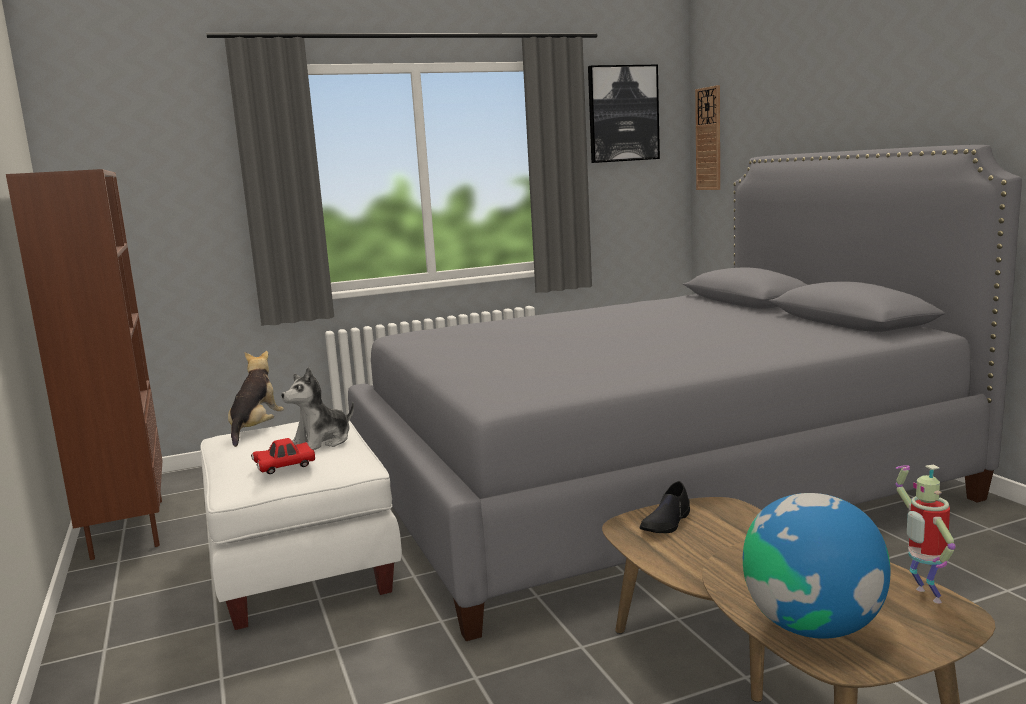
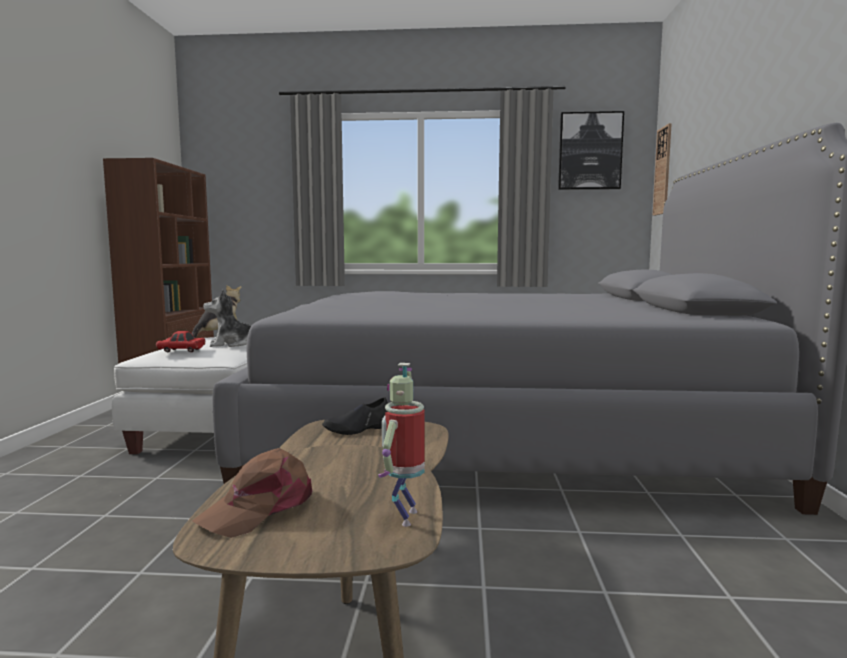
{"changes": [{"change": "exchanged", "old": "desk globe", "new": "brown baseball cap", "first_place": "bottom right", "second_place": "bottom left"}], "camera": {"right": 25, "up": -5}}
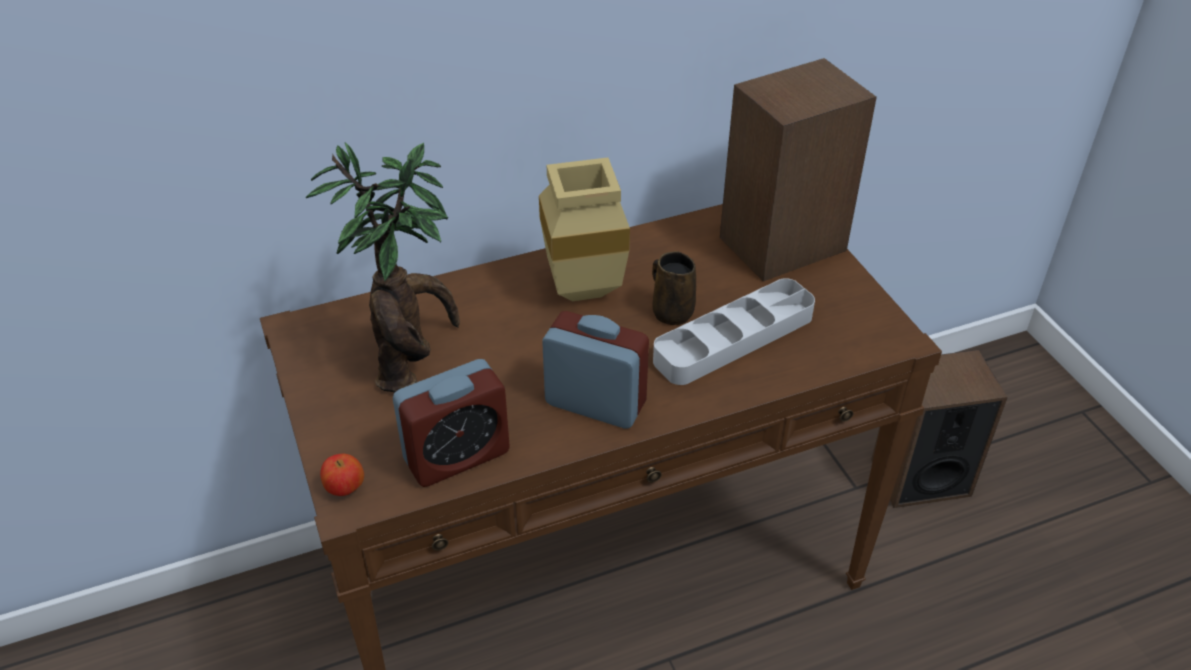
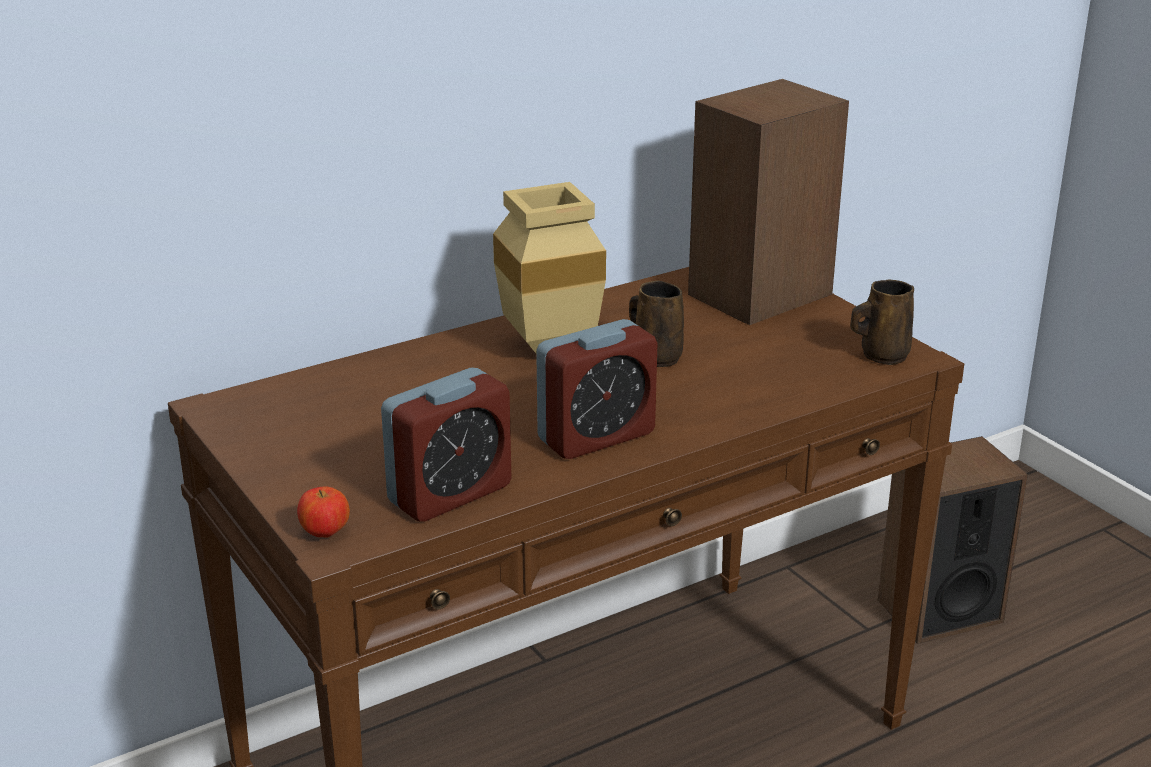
{"changes": [{"change": "missing", "old": "plant in a pot", "first_place": "middle left"}, {"change": "missing", "old": "grey serving tray", "first_place": "centre"}, {"change": "appeared", "new": "brown coffee mug (no. 2 from left)", "second_place": "middle right"}, {"change": "spun", "old": "bedside clock (no. 2 from left)", "first_place": "centre", "second_place": "centre", "degrees": 135}], "camera": {"right": -10, "up": -15}}
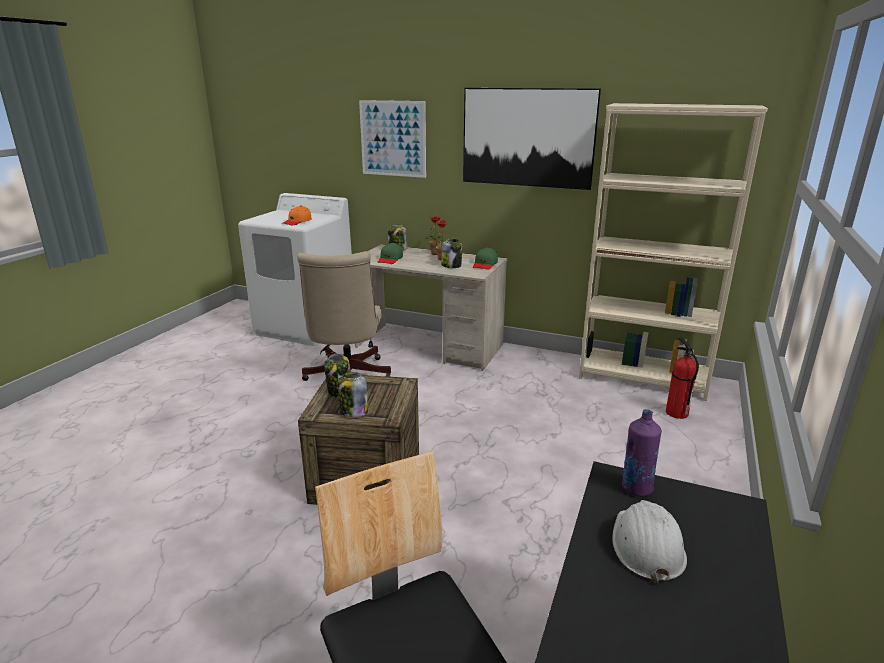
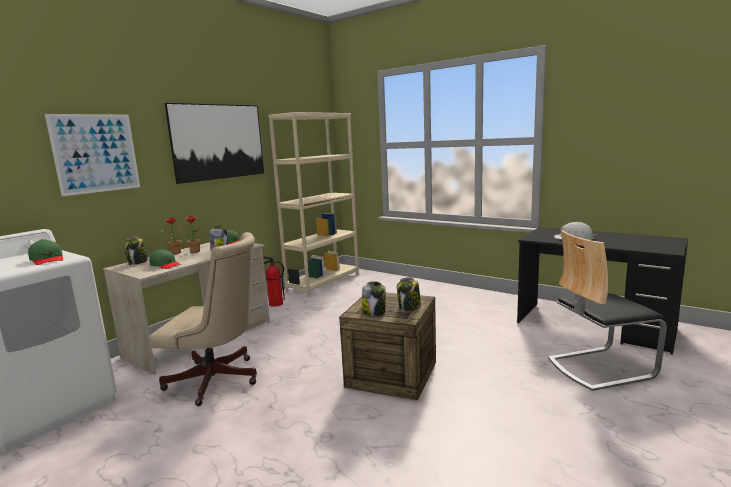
{"changes": [{"change": "missing", "old": "purple drink bottle", "first_place": "bottom right"}, {"change": "relocated", "old": "fire extinguisher", "first_place": "middle right", "second_place": "centre"}, {"change": "colour", "old": "orangey baseball cap", "new": "greenish baseball cap (no. 1 from left)", "first_place": "top centre", "second_place": "middle left"}], "camera": {"right": -75, "up": -10}}
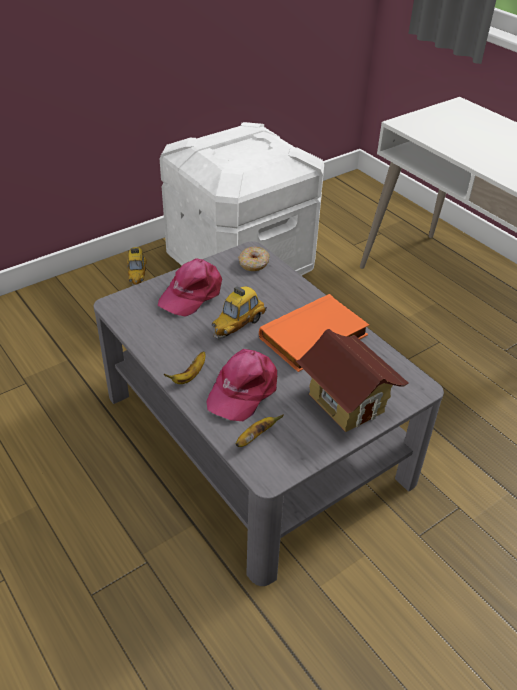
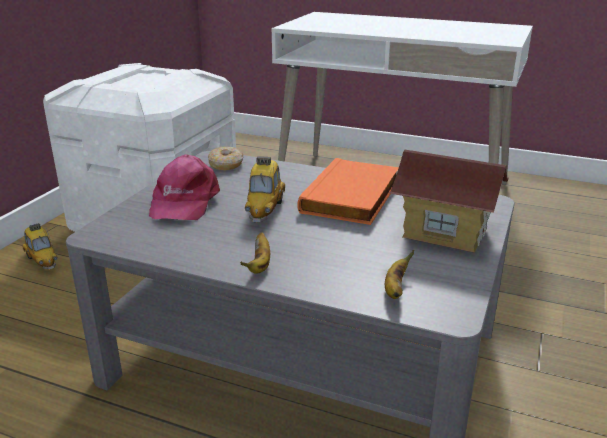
{"changes": [{"change": "missing", "old": "pink-coloured baseball cap (no. 2 from left)", "first_place": "centre"}], "camera": {"right": -30, "up": -15}}
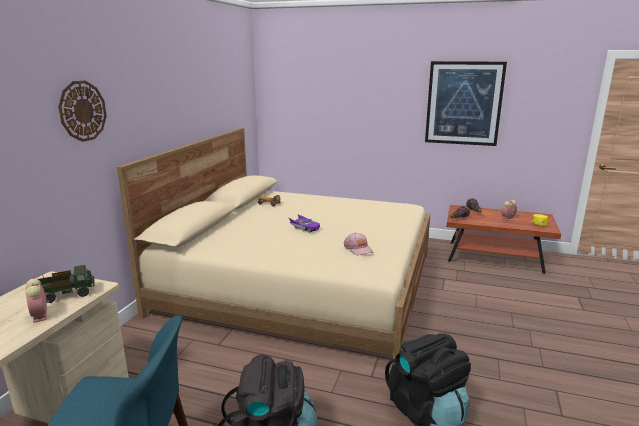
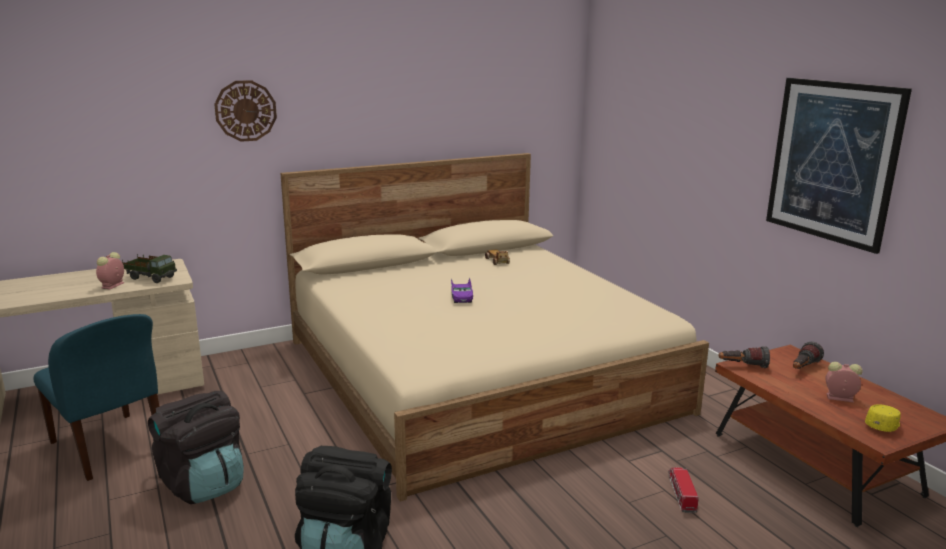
{"changes": [{"change": "missing", "old": "pink-coloured baseball cap", "first_place": "centre"}, {"change": "appeared", "new": "toy lorry (no. 2 from left)", "second_place": "bottom right"}], "camera": {"right": 45, "up": 0}}
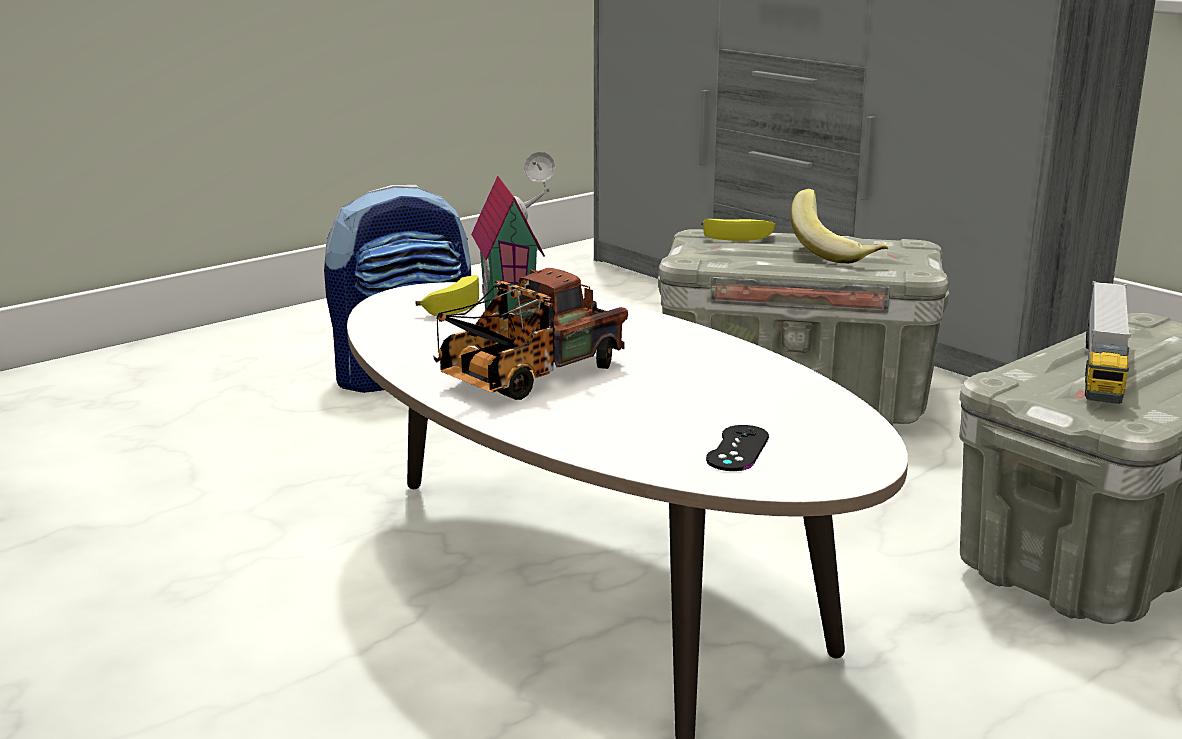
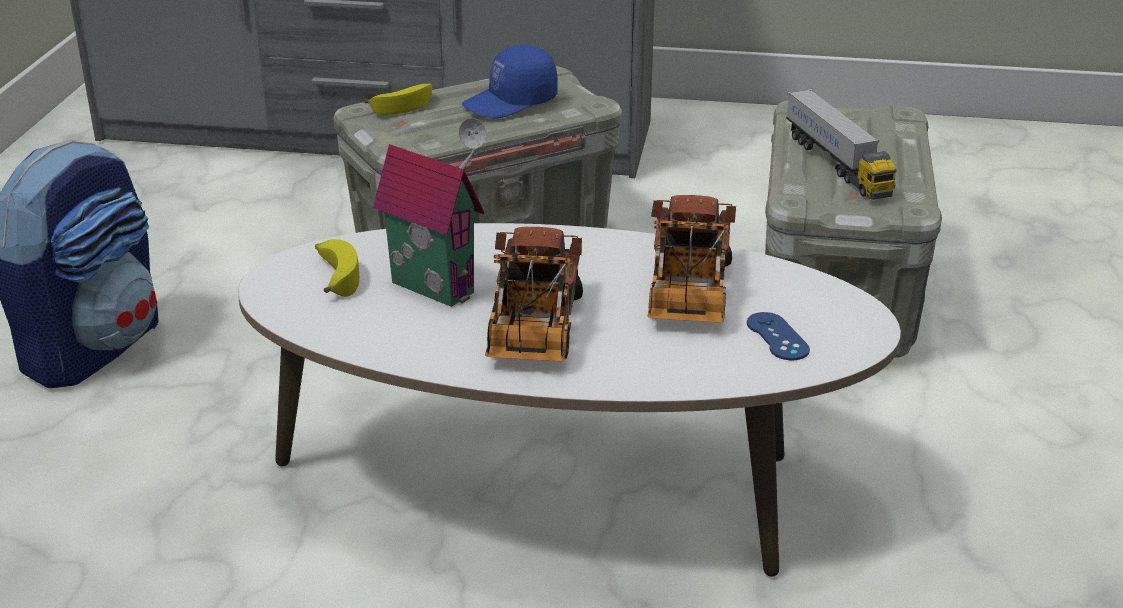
{"changes": [{"change": "appeared", "new": "toy lorry (no. 2 from left)", "second_place": "centre"}, {"change": "exchanged", "old": "banana fruit (no. 3 from left)", "new": "bluish baseball cap", "first_place": "top right", "second_place": "top centre"}, {"change": "colour", "old": "black-coloured gamepad", "new": "bluish gamepad", "first_place": "centre", "second_place": "middle right"}], "camera": {"right": -40, "up": 10}}
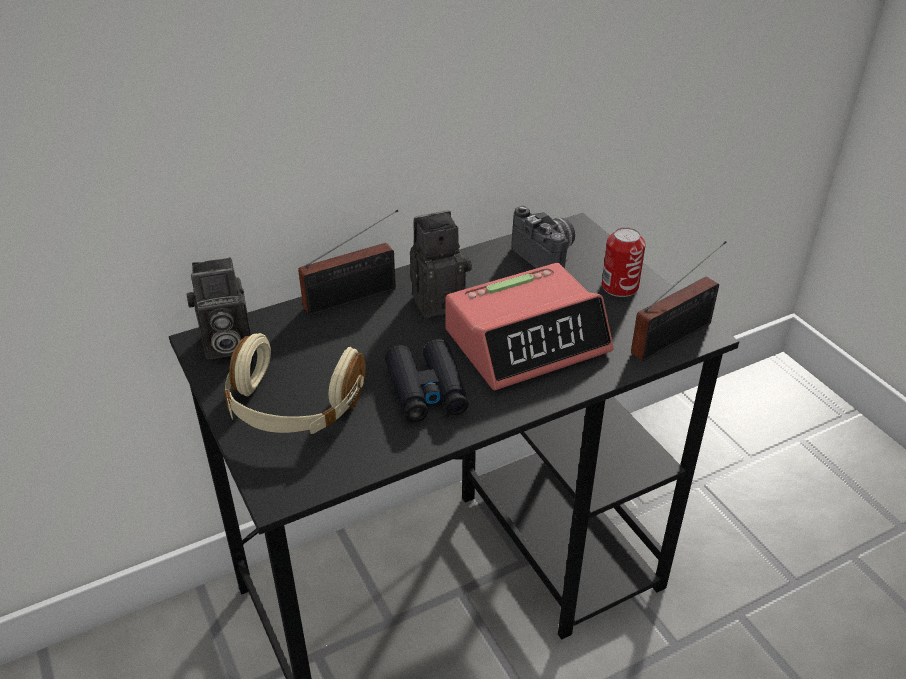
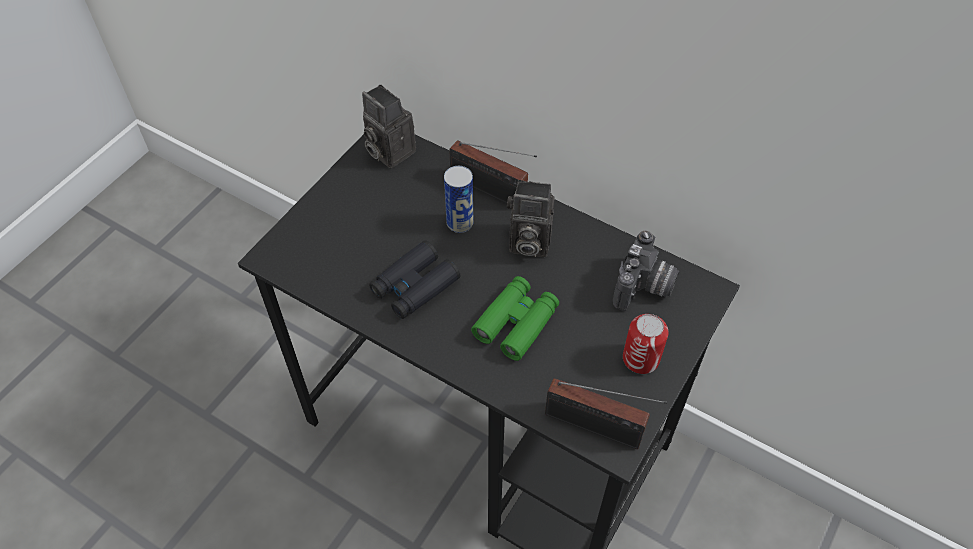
{"changes": [{"change": "missing", "old": "sand-coloured pair of headphones", "first_place": "middle left"}, {"change": "appeared", "new": "metal can (no. 1 from left)", "second_place": "centre"}, {"change": "exchanged", "old": "bedside clock", "new": "greenish binoculars", "first_place": "centre", "second_place": "centre"}, {"change": "spun", "old": "still camera (no. 2 from left)", "first_place": "centre", "second_place": "centre", "degrees": 150}], "camera": {"right": 60, "up": 15}}
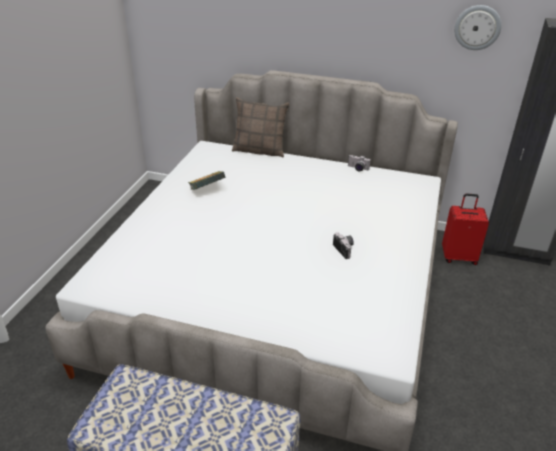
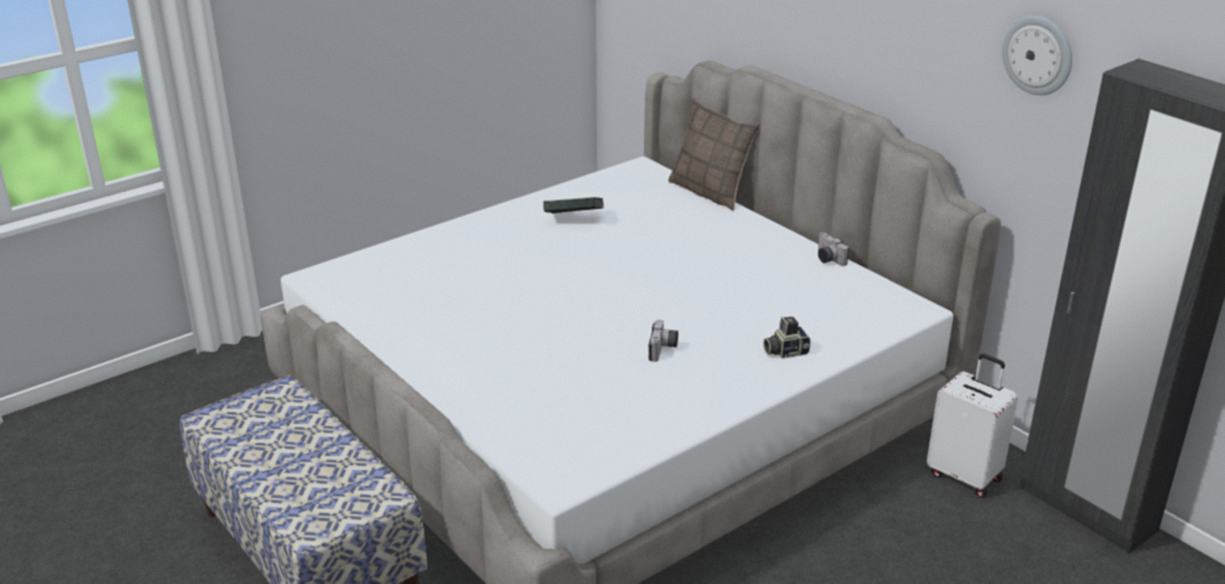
{"changes": [{"change": "appeared", "new": "still camera (no. 2 from left)", "second_place": "centre"}, {"change": "colour", "old": "reddish travel case", "new": "white travel case", "first_place": "middle right", "second_place": "bottom right"}], "camera": {"right": 35, "up": -5}}
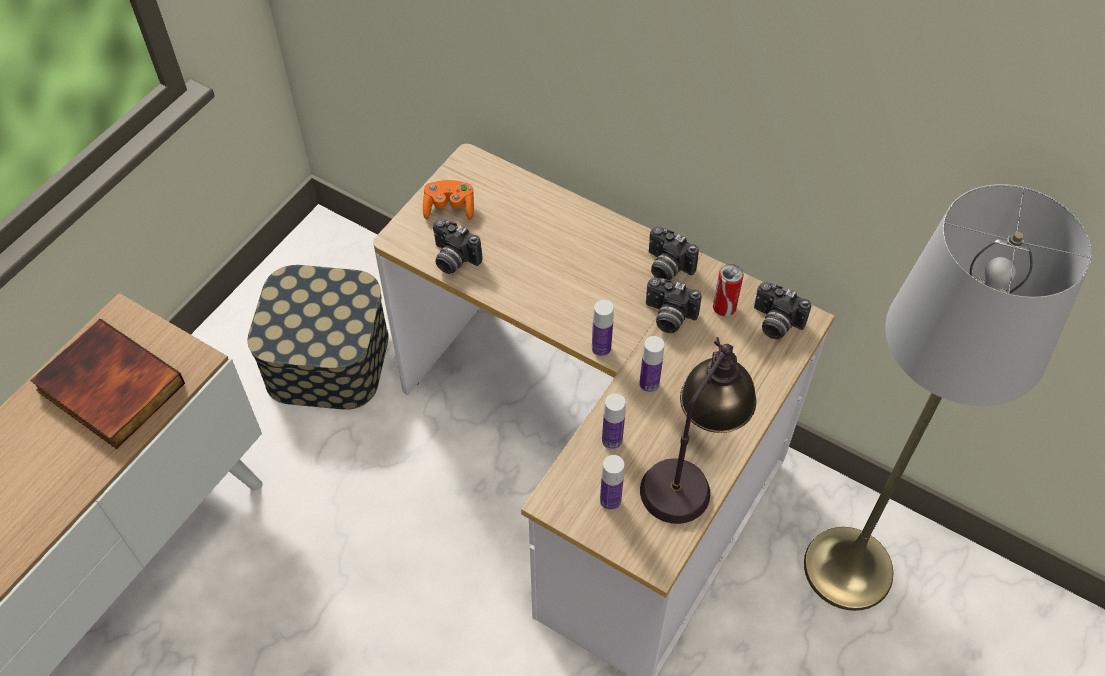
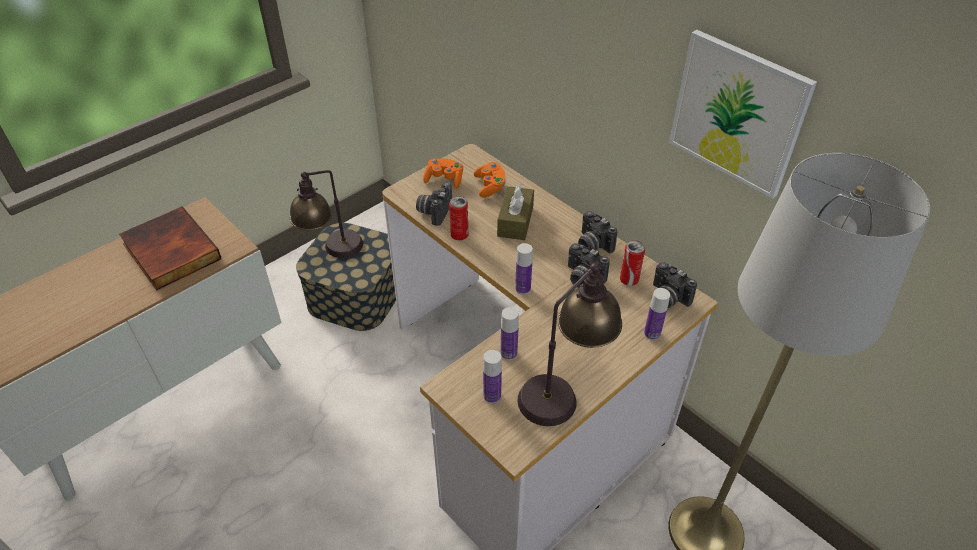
{"changes": [{"change": "appeared", "new": "lamp for a table (no. 1 from left)", "second_place": "centre"}, {"change": "appeared", "new": "metal can (no. 1 from left)", "second_place": "centre"}, {"change": "appeared", "new": "orangey gamepad (no. 2 from left)", "second_place": "top centre"}, {"change": "appeared", "new": "brown tissue box", "second_place": "centre"}, {"change": "appeared", "new": "wall picture", "second_place": "top right"}, {"change": "relocated", "old": "drink bottle (no. 4 from left)", "first_place": "centre", "second_place": "middle right"}, {"change": "spun", "old": "still camera (no. 1 from left)", "first_place": "centre", "second_place": "centre", "degrees": 60}], "camera": {"right": 15, "up": -10}}
